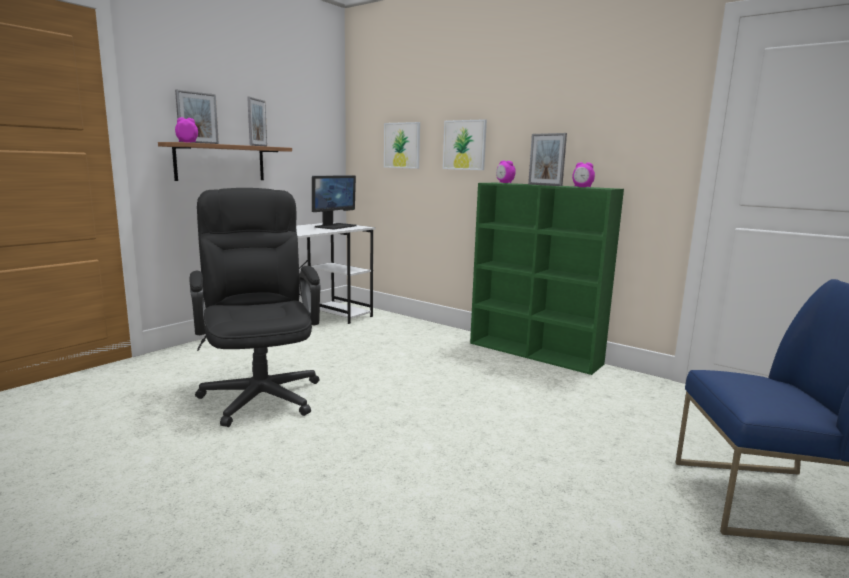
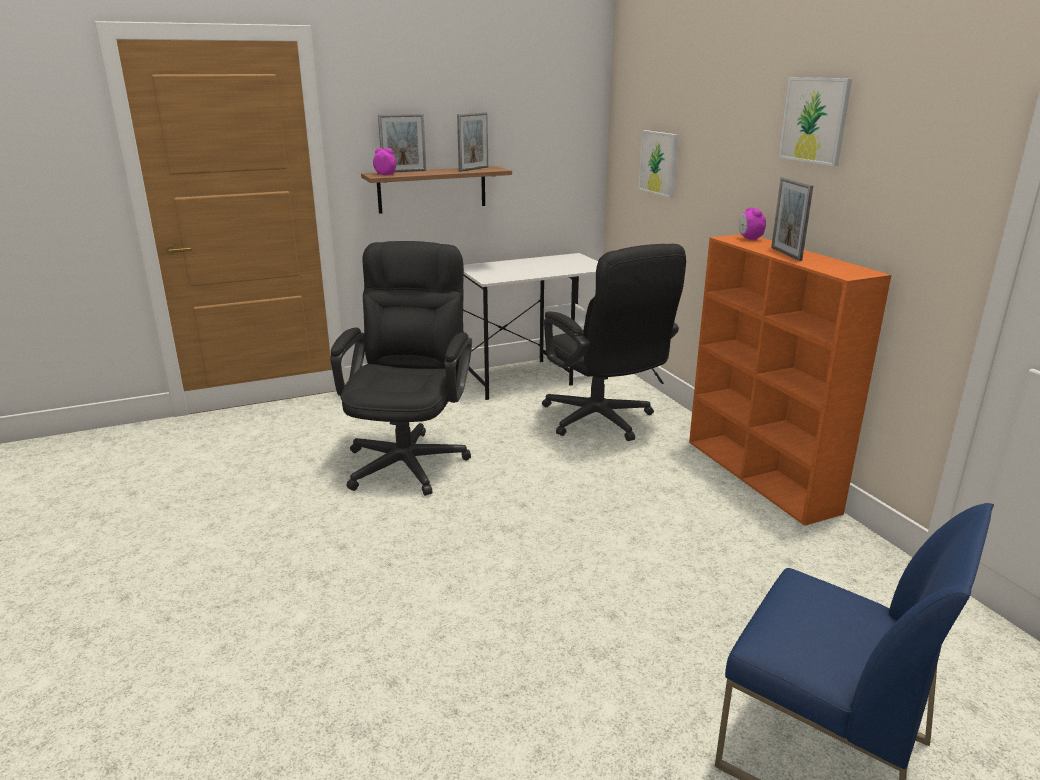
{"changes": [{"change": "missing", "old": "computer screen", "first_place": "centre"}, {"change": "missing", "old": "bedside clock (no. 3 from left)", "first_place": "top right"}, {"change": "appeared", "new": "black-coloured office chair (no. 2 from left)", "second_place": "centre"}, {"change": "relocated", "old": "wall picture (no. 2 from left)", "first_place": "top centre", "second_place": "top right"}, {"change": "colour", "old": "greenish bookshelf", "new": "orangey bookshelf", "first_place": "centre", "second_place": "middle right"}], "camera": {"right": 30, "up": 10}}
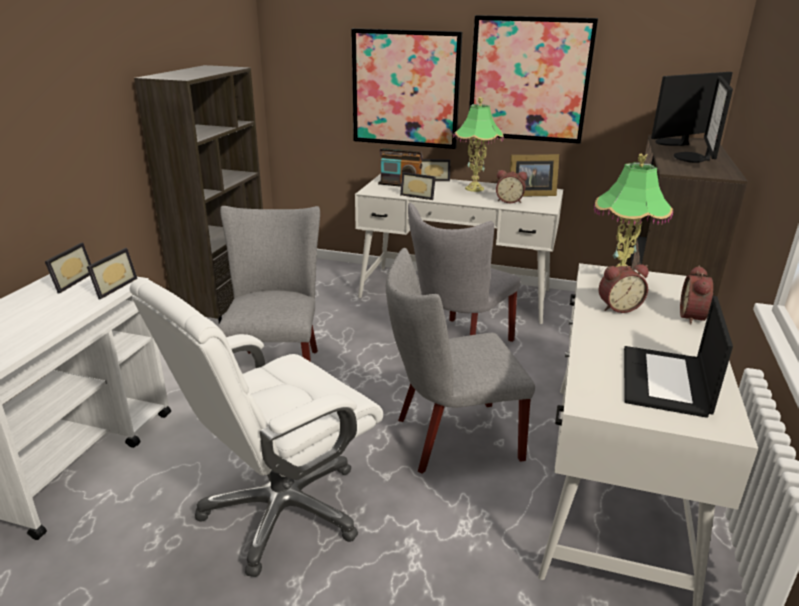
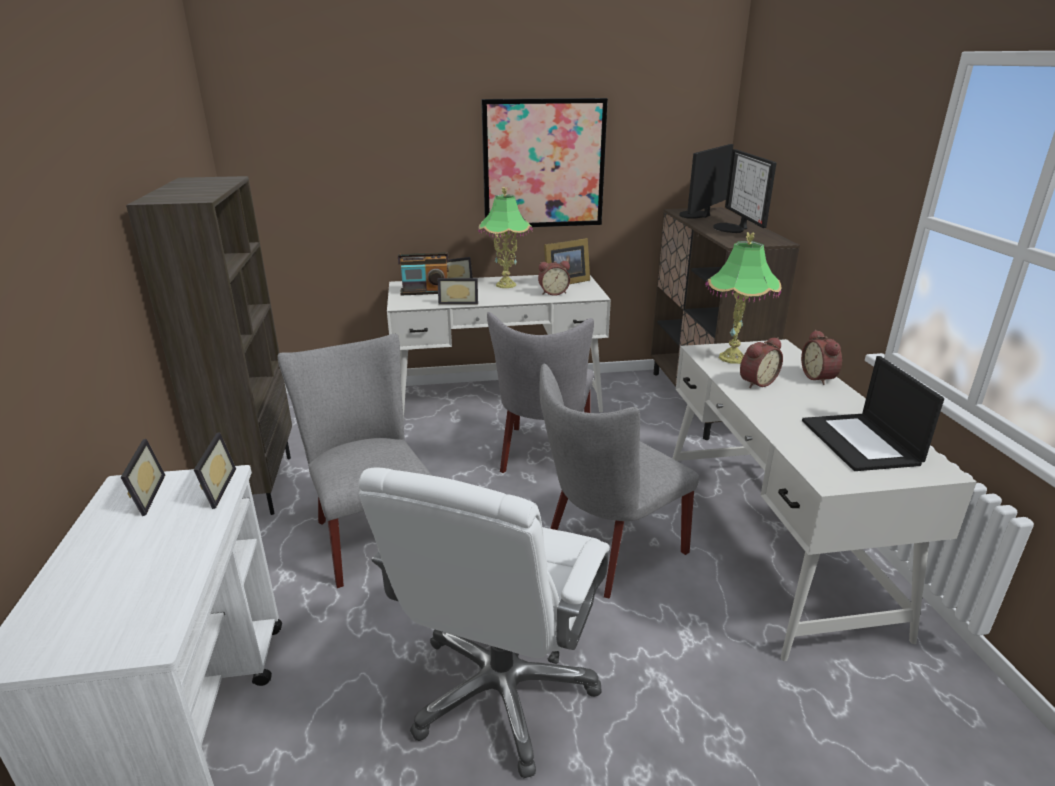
{"changes": [{"change": "missing", "old": "wall picture (no. 1 from left)", "first_place": "top centre"}], "camera": {"right": -25, "up": 0}}
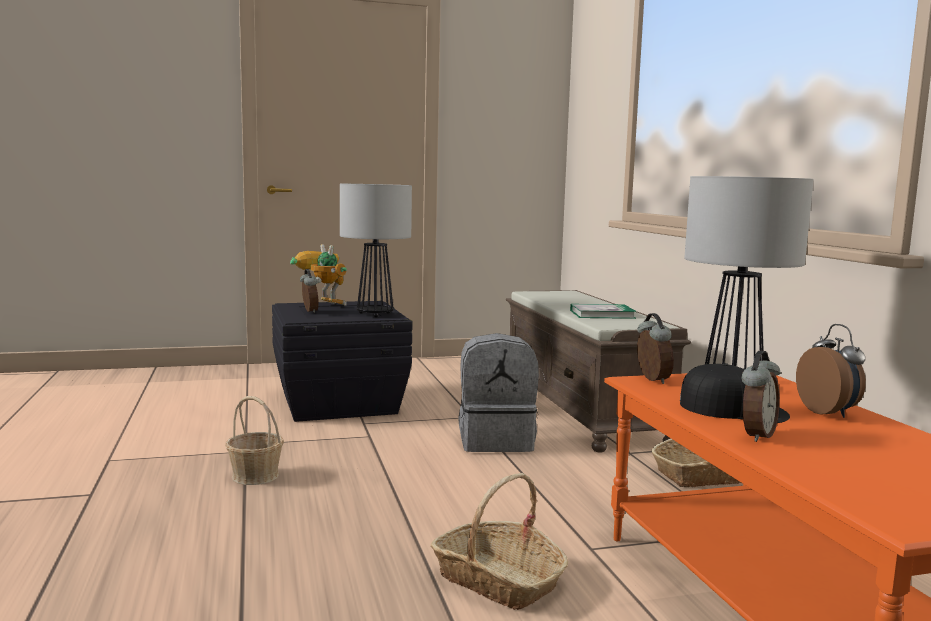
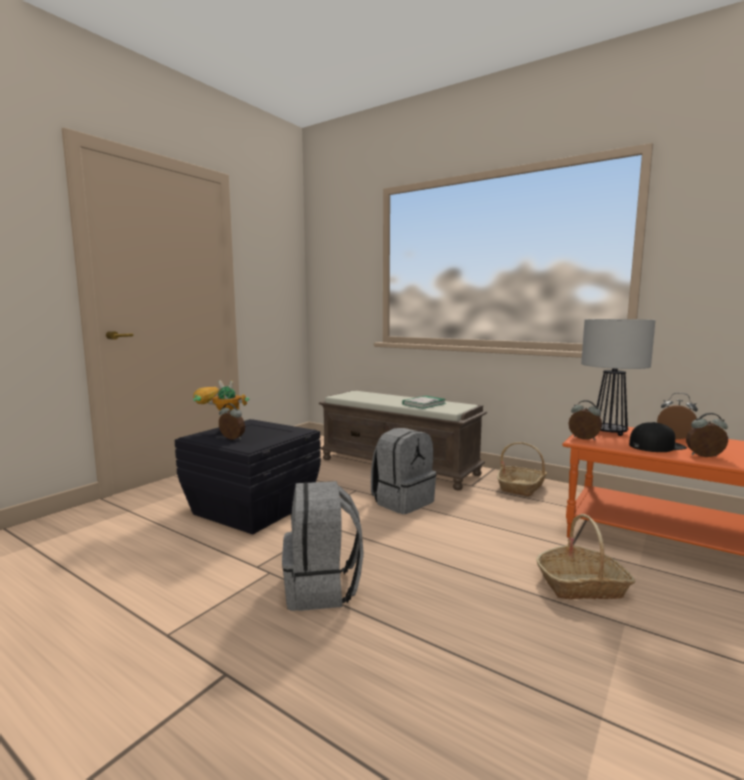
{"changes": [{"change": "missing", "old": "lamp for a table (no. 1 from left)", "first_place": "centre"}, {"change": "exchanged", "old": "household basket (no. 1 from left)", "new": "grey knapsack (no. 1 from left)", "first_place": "bottom left", "second_place": "bottom centre"}, {"change": "spun", "old": "bedside clock (no. 3 from left in the first image)", "first_place": "middle right", "second_place": "middle right", "degrees": -75}], "camera": {"right": -40, "up": 0}}
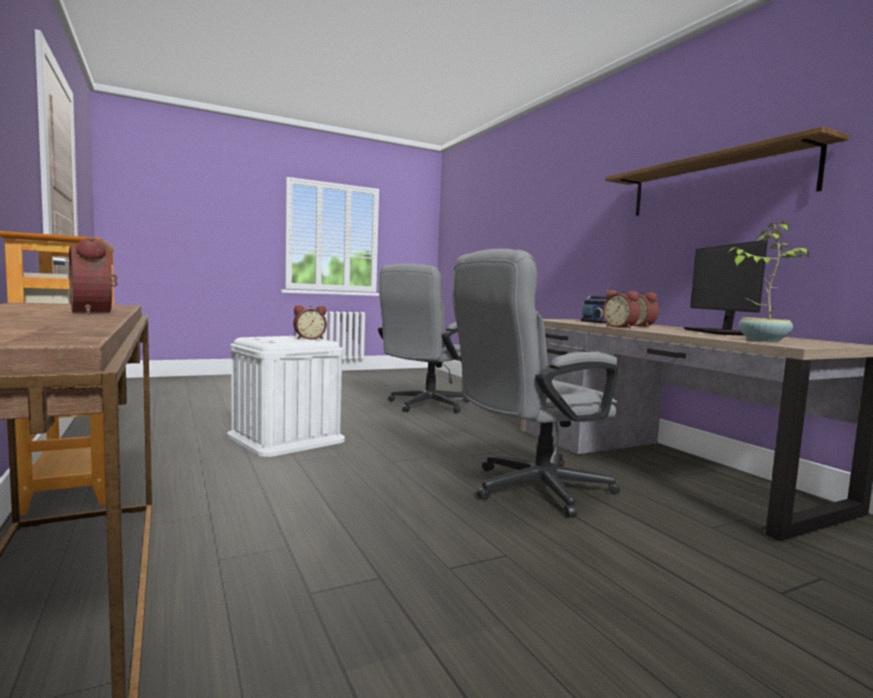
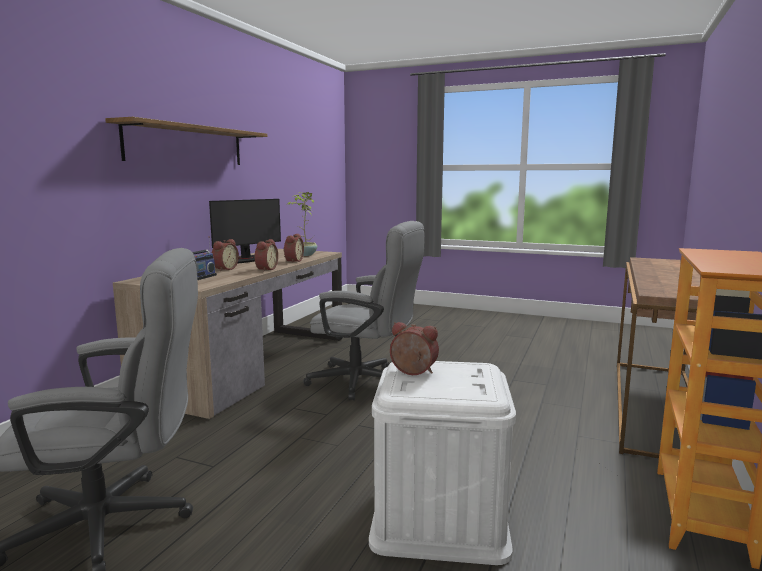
{"changes": [{"change": "relocated", "old": "bedside clock (no. 1 from left in the first image)", "new": "bedside clock (no. 3 from left)", "first_place": "middle left", "second_place": "centre"}], "camera": {"right": -130, "up": 5}}
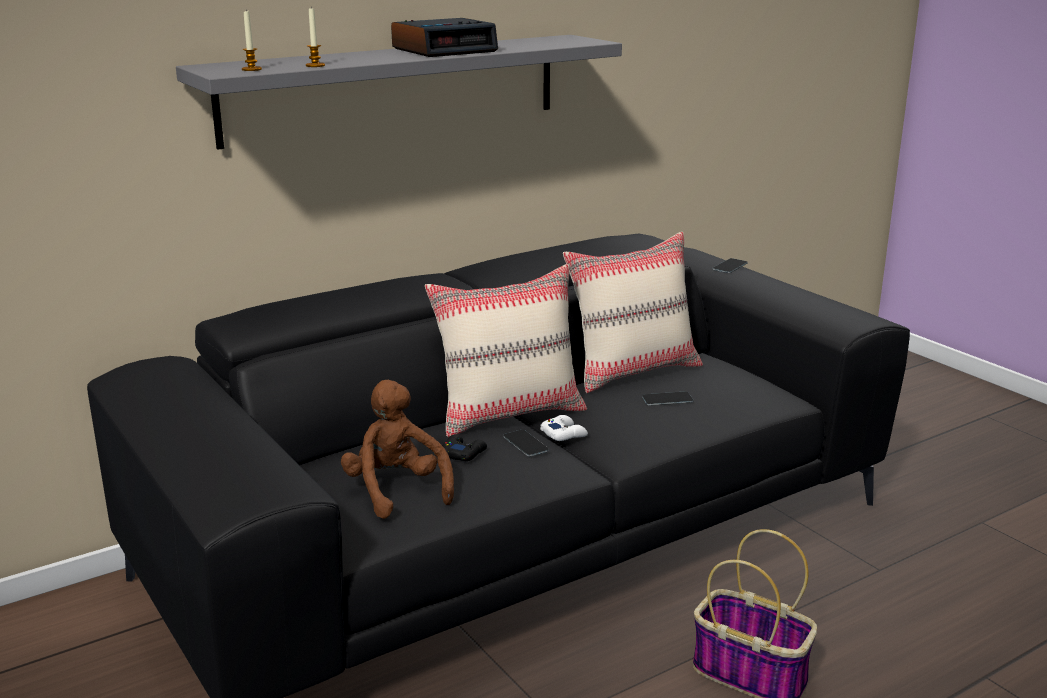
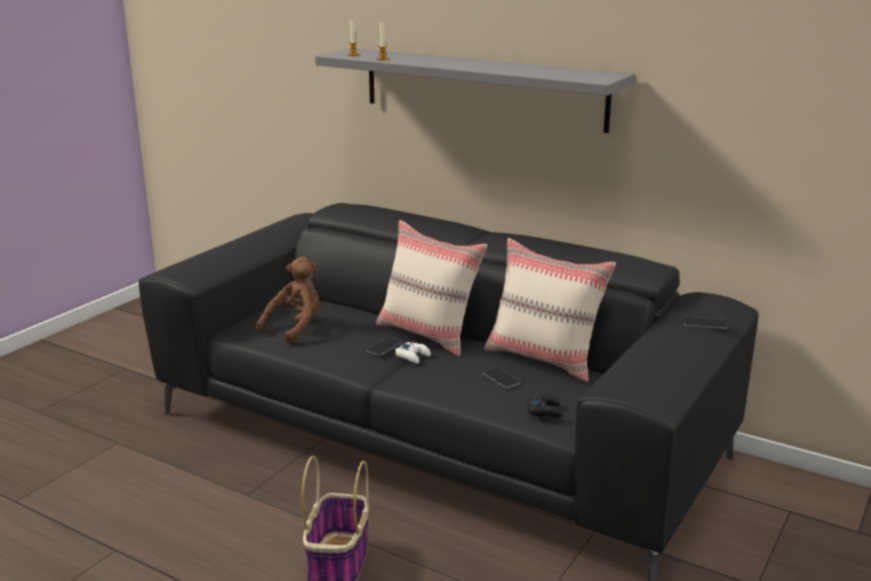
{"changes": [{"change": "missing", "old": "bedside clock", "first_place": "top centre"}, {"change": "relocated", "old": "black-coloured gamepad", "first_place": "centre", "second_place": "bottom centre"}], "camera": {"right": 65, "up": 0}}
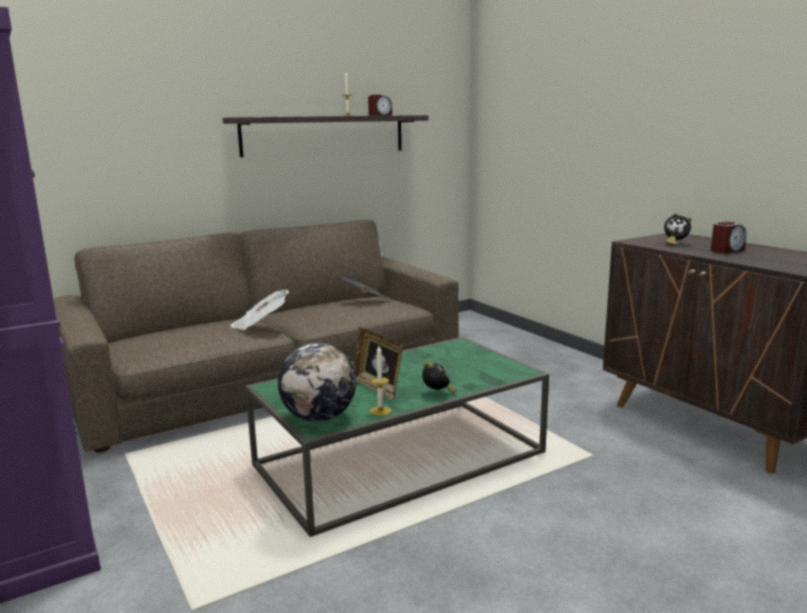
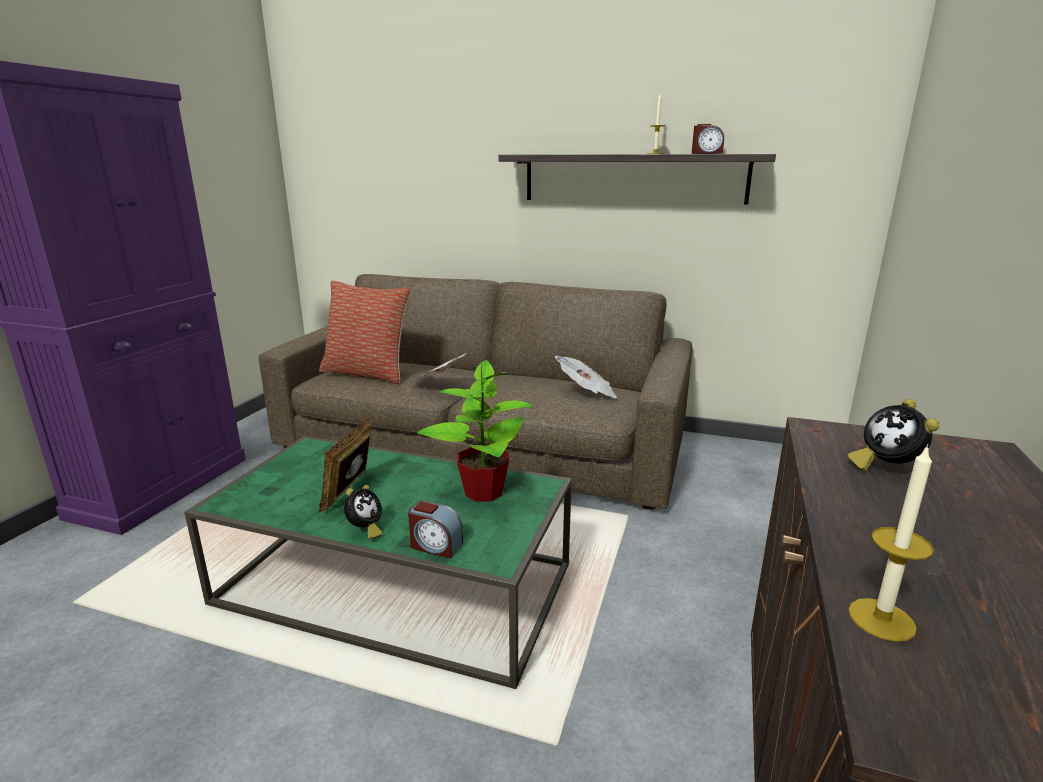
{"changes": [{"change": "missing", "old": "desk globe", "first_place": "centre"}, {"change": "appeared", "new": "throw pillow", "second_place": "centre"}, {"change": "appeared", "new": "plant in a pot", "second_place": "centre"}, {"change": "relocated", "old": "candle (no. 2 from left)", "first_place": "centre", "second_place": "bottom right"}, {"change": "relocated", "old": "bedside clock (no. 4 from left in the first image)", "new": "bedside clock (no. 2 from left)", "first_place": "middle right", "second_place": "bottom centre"}], "camera": {"right": 50, "up": 5}}
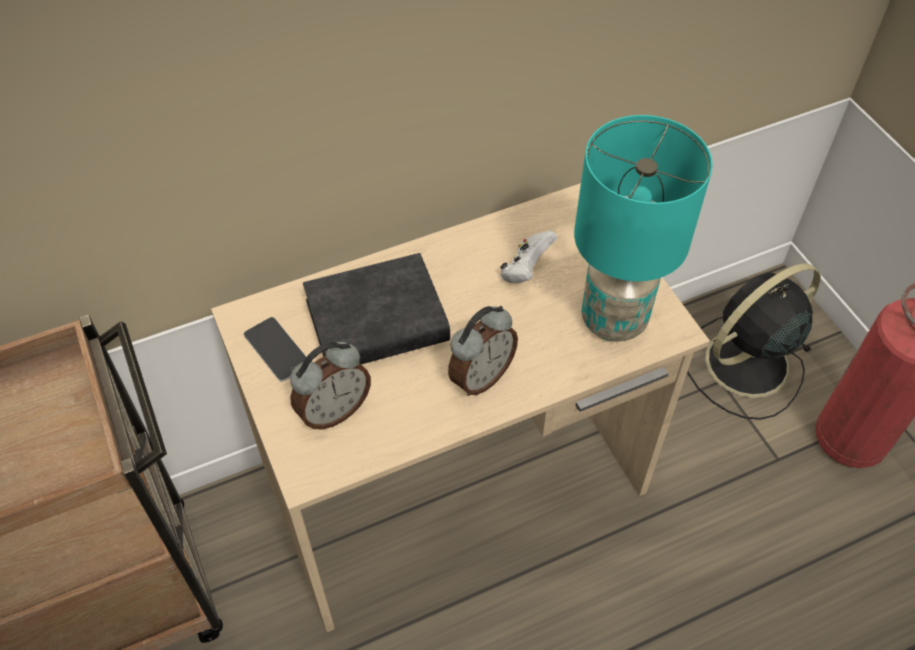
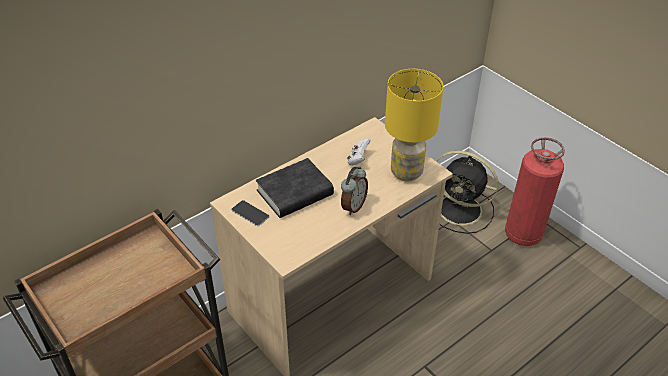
{"changes": [{"change": "missing", "old": "bedside clock (no. 1 from left)", "first_place": "centre"}, {"change": "colour", "old": "turquoise lamp for a table", "new": "yellow-coloured lamp for a table", "first_place": "middle right", "second_place": "top centre"}, {"change": "spun", "old": "black-coloured electric fan", "first_place": "middle right", "second_place": "middle right", "degrees": -105}], "camera": {"right": -15, "up": -10}}
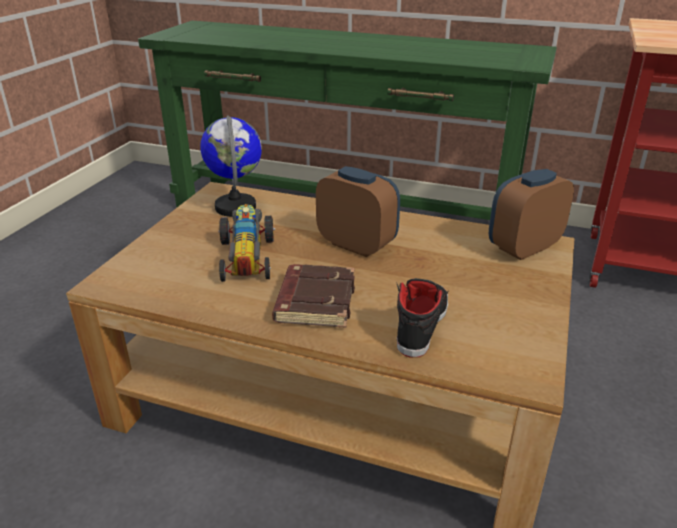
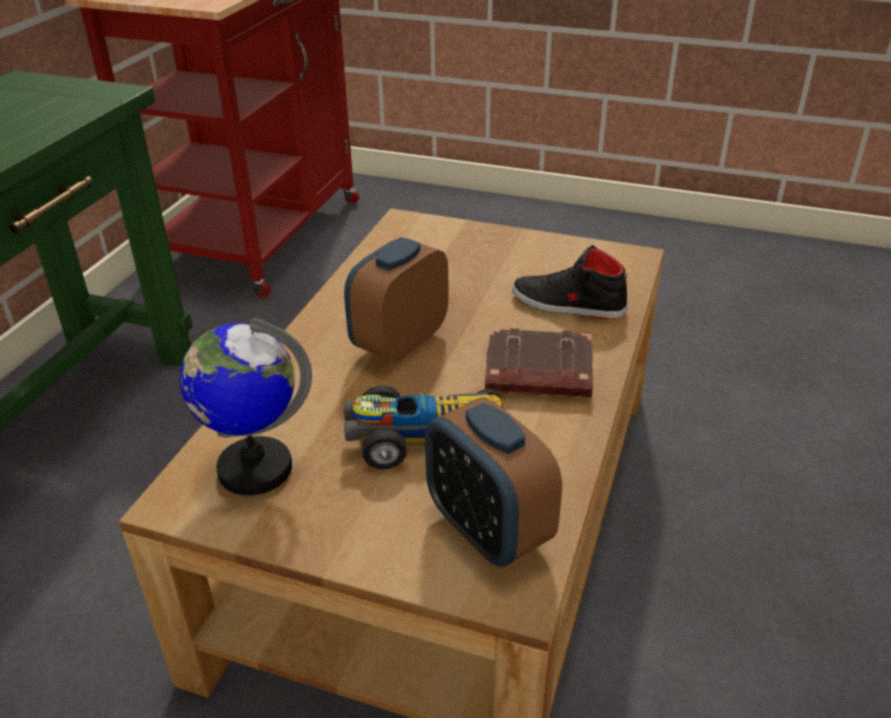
{"changes": [{"change": "relocated", "old": "bedside clock (no. 2 from left)", "first_place": "middle right", "second_place": "bottom centre"}], "camera": {"right": -90, "up": 5}}
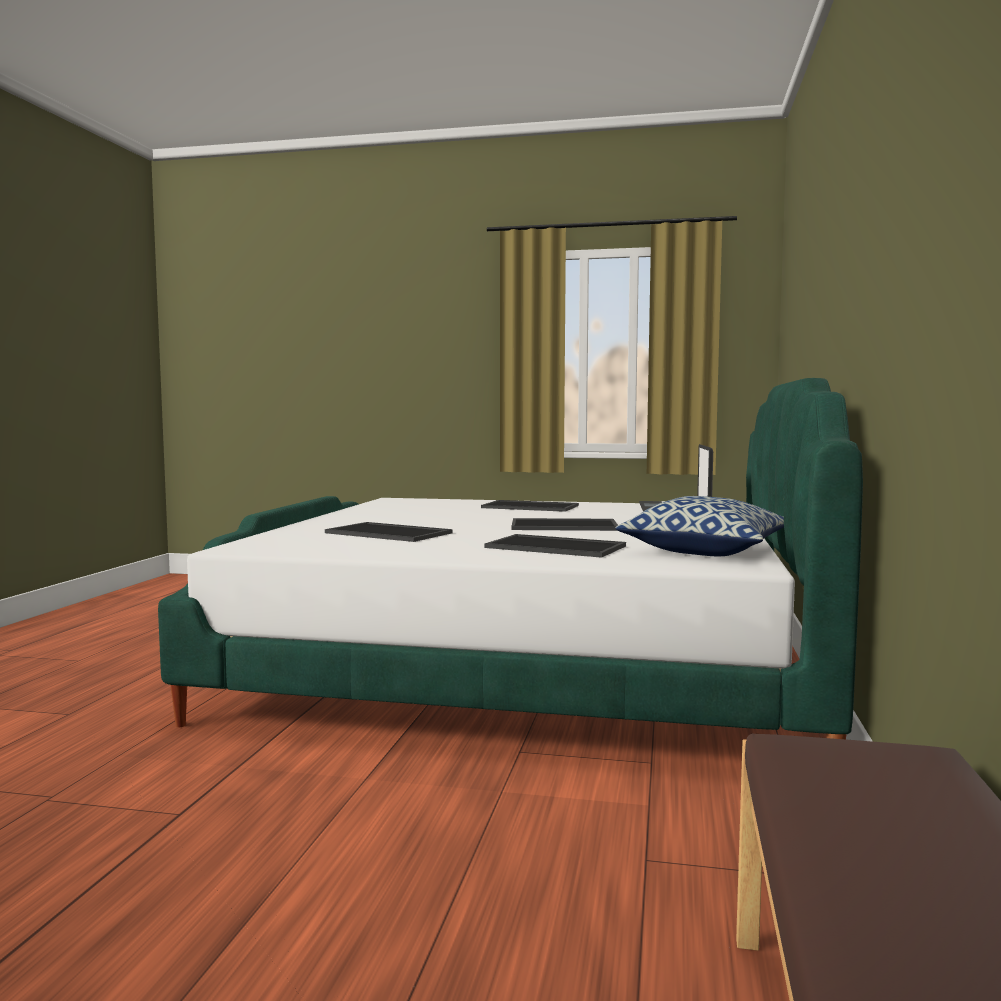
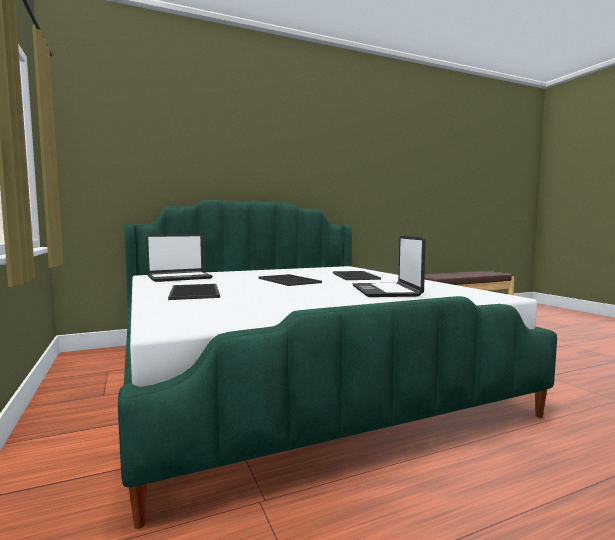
{"changes": [{"change": "missing", "old": "throw pillow", "first_place": "middle right"}, {"change": "exchanged", "old": "serving tray (no. 1 from left)", "new": "laptop (no. 2 from left)", "first_place": "centre", "second_place": "centre"}], "camera": {"right": -125, "up": 0}}
